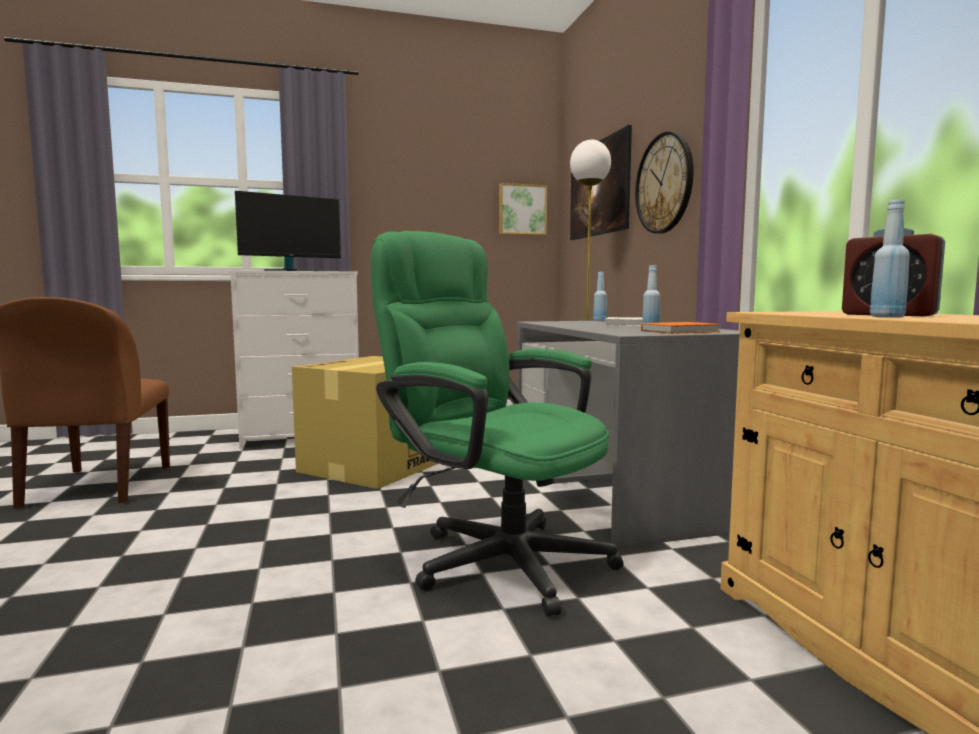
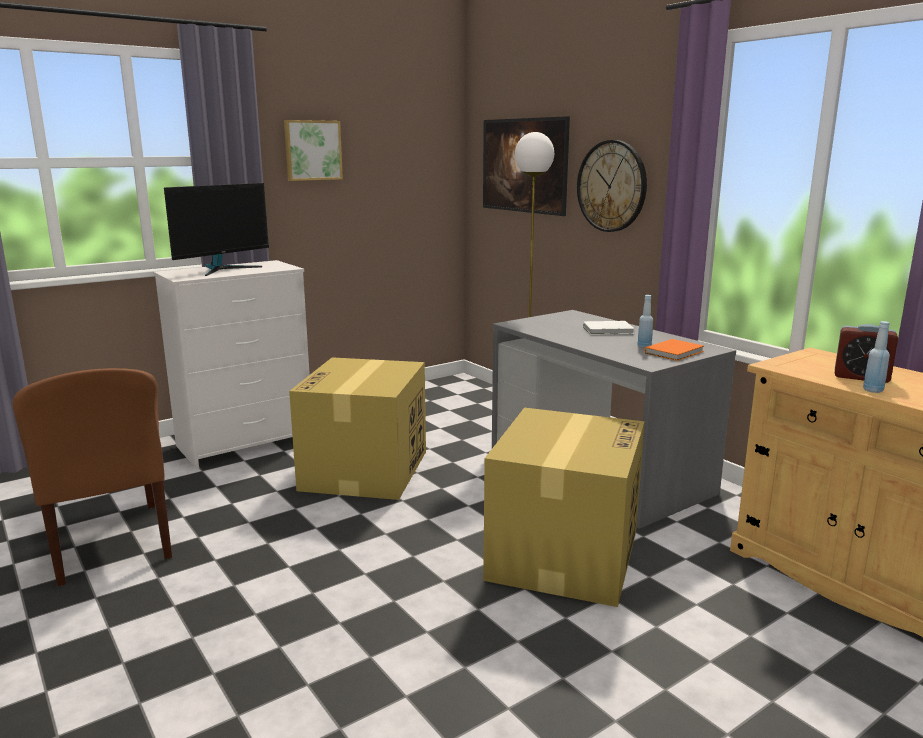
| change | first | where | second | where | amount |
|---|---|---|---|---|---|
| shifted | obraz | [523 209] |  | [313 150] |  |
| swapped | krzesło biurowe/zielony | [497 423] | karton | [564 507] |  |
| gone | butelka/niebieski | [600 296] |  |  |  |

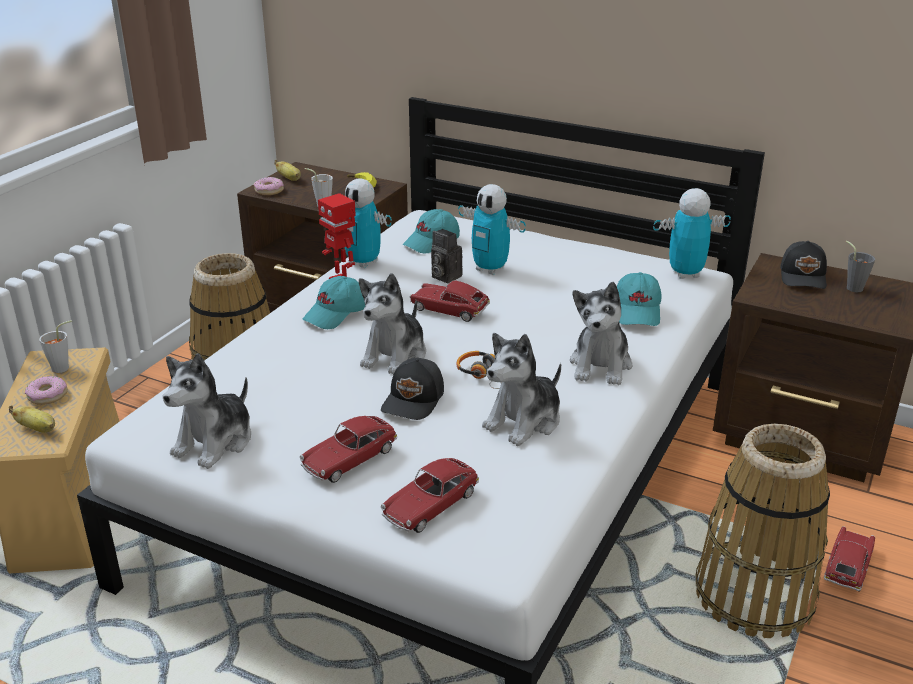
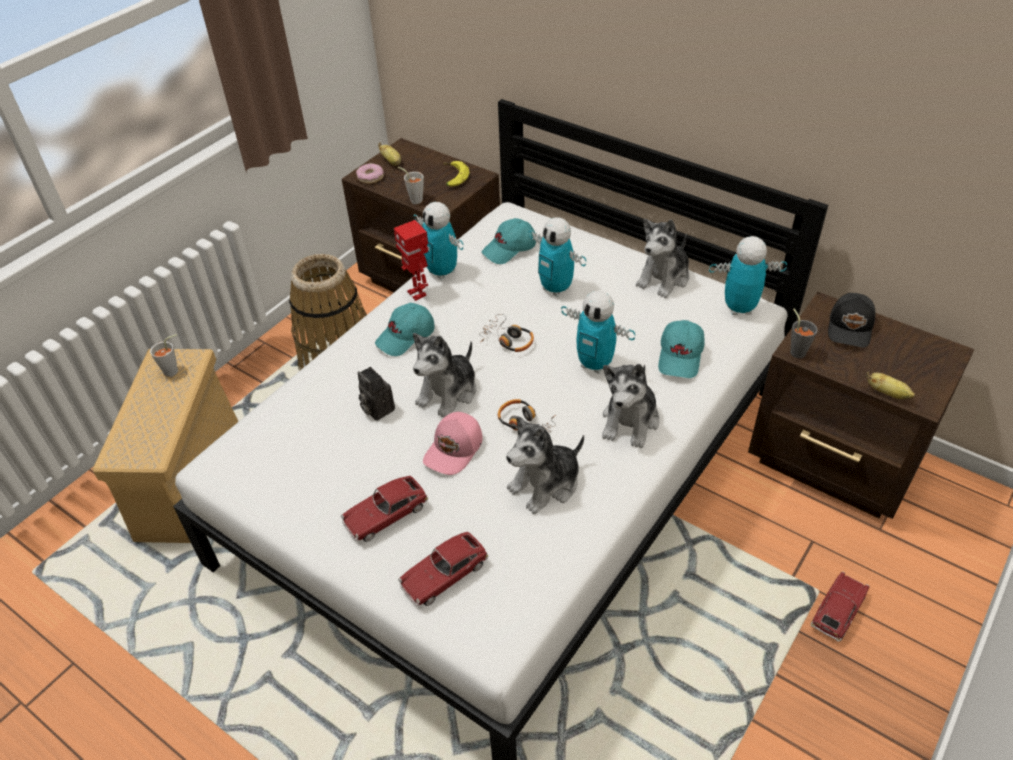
| change | first | where | second | where | amount |
|---|---|---|---|---|---|
| shifted | aparat fotograficzny | [447 256] |  | [376 394] |  |
| repainted | czapka z daszkiem/czarny | [412 389] | czapka z daszkiem/różowy | [453 443] |  |
| swapped | samochodzik | [450 301] | słuchawki | [506 333] |  |
| new |  |  | robot zabawkowy | [598 332] |  |
| shifted | pluszak | [207 411] |  | [663 258] |  |
| shifted | filiżanka/szary | [860 266] |  | [804 333] |  |
| shifted | banan | [32 419] |  | [890 385] |  |
| gone | donut | [46 390] |  |  |  |
| gone | koszyk | [762 531] |  |  |  |

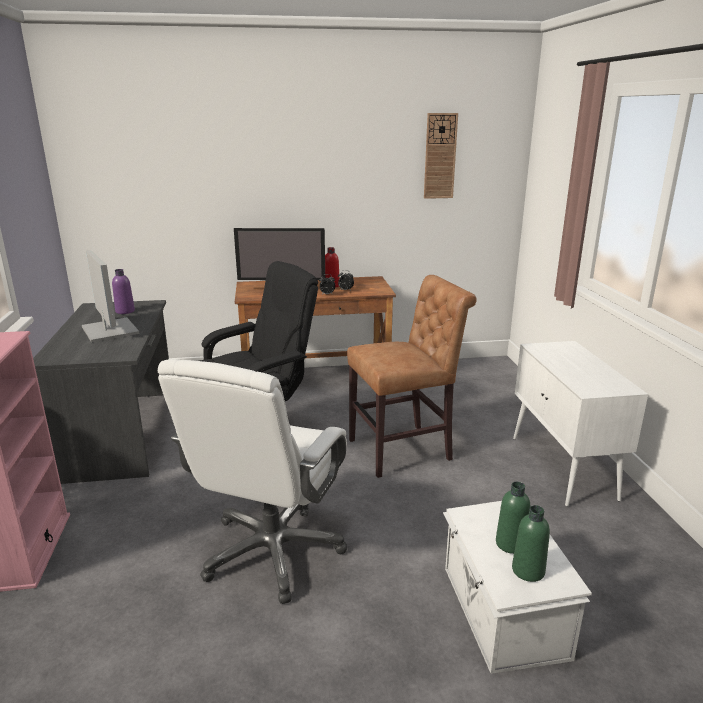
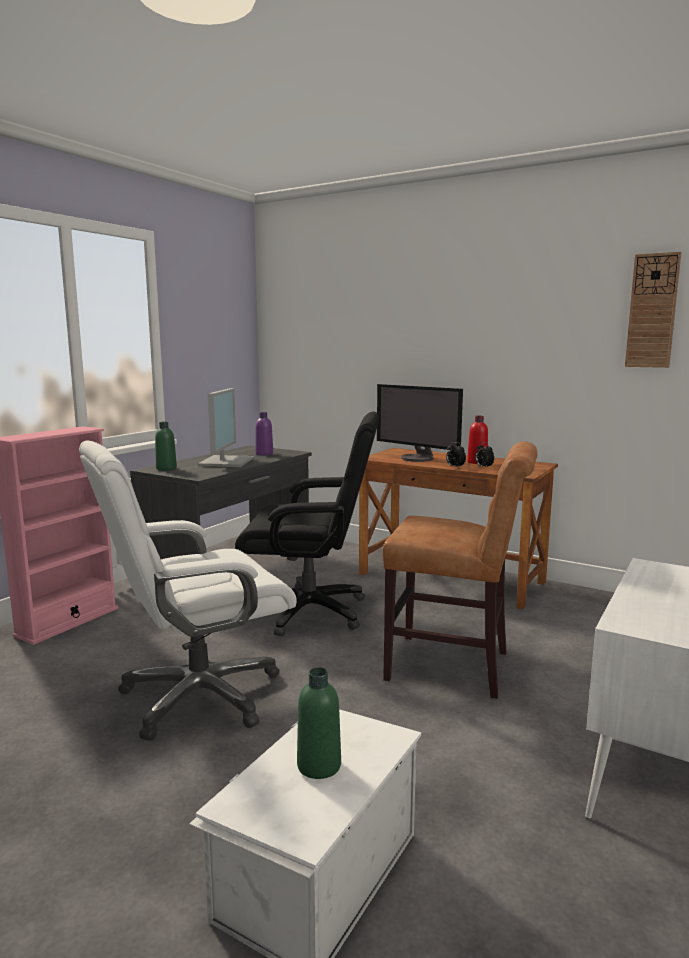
| change | first | where | second | where | amount |
|---|---|---|---|---|---|
| shifted | butelka/zielony | [531 543] |  | [166 446] |  |

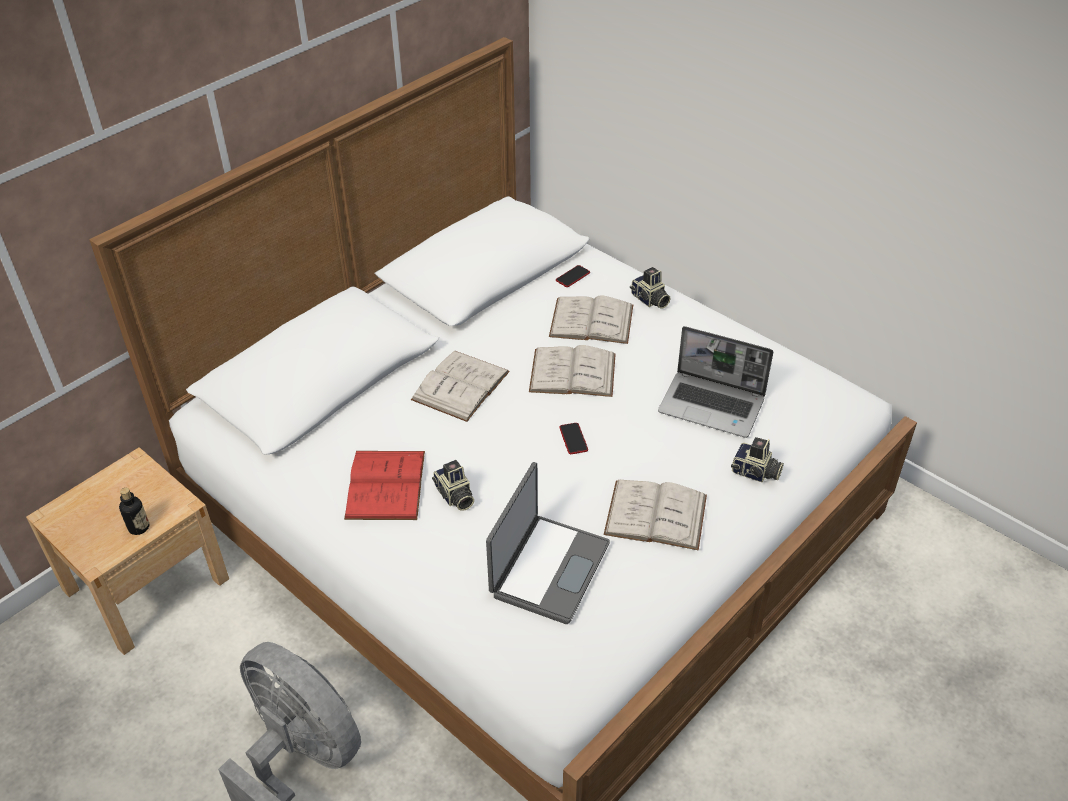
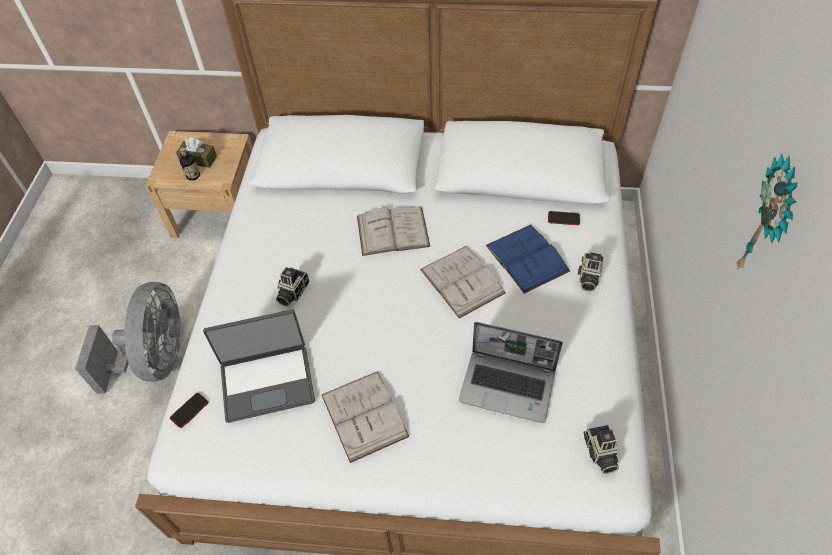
| change | first | where | second | where | amount |
|---|---|---|---|---|---|
| shifted | telefon | [573 438] |  | [189 410] |  |
| new |  |  | pudełko chusteczek/brązowy | [196 153] |  |
| rotated | laptop | [715 382] |  | [511 372] | 60 degrees counterclockwise |
| repainted | książka/biały | [591 319] | książka/niebieski | [528 259] |  |
| shifted | aparat fotograficzny | [757 460] |  | [601 449] |  |
| new |  |  | zegar ścienny | [767 211] |  |
| gone | książka/czerwony | [384 485] |  |  |  |

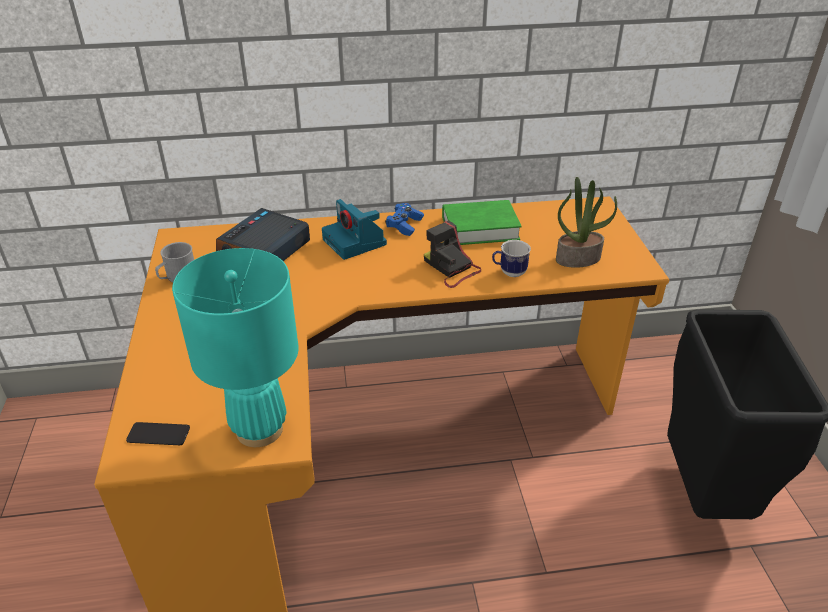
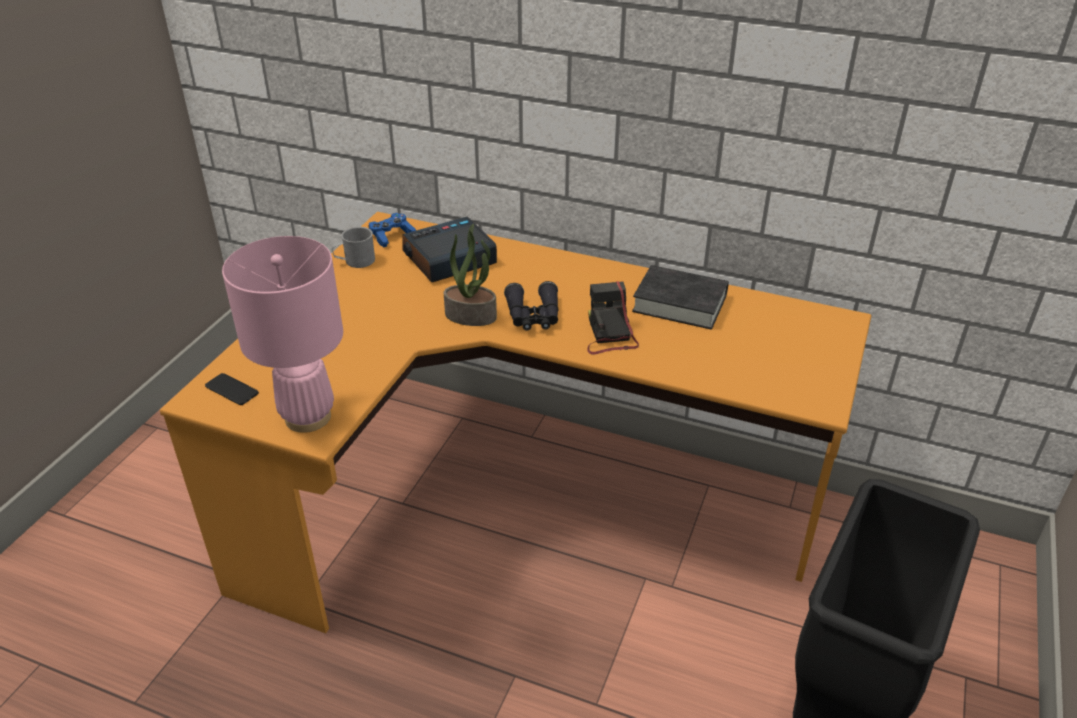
| change | first | where | second | where | amount |
|---|---|---|---|---|---|
| repainted | lampa stołowa/turkusowy | [235 347] | lampa stołowa/różowy | [282 334] |  |
| shifted | pad do gier/niebieski | [404 219] |  | [392 230] |  |
| shifted | roślina doniczkowa | [586 222] |  | [470 275] |  |
| new |  |  | lornetka/czarny | [531 306] |  |
| repainted | książka/zielony | [482 222] | książka/czarny | [680 297] |  |
| gone | aparat fotograficzny | [354 229] |  |  |  |
| gone | kubek | [511 258] |  |  |  |

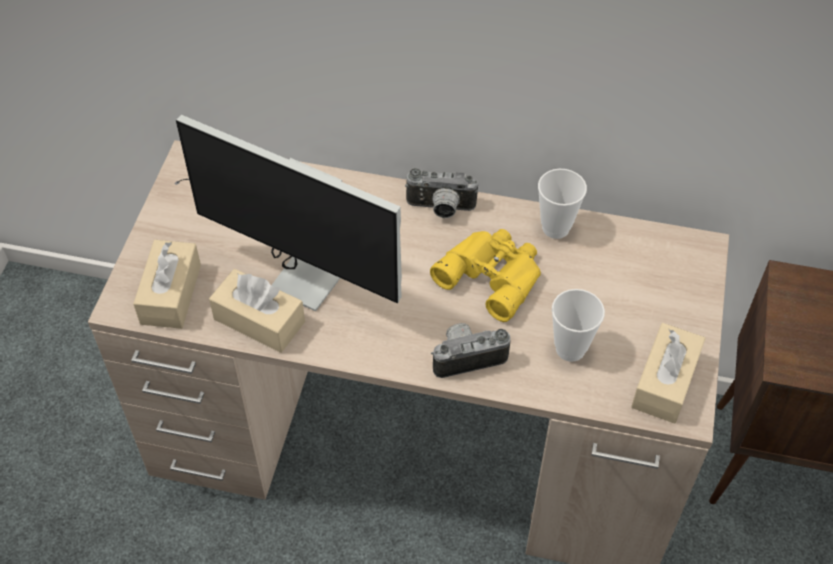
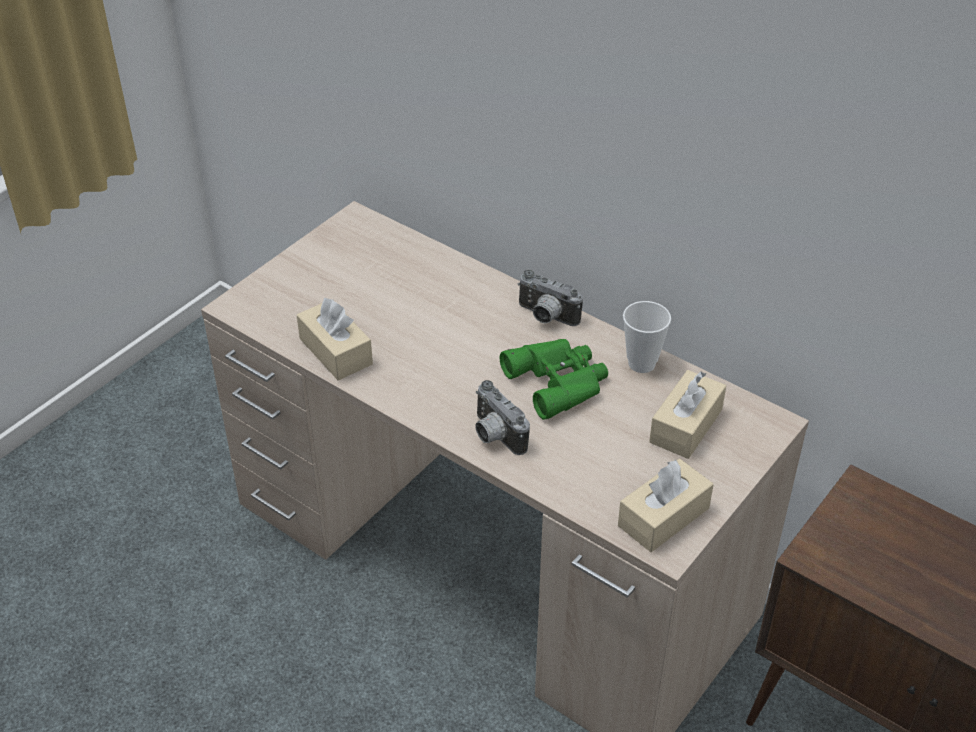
| change | first | where | second | where | amount |
|---|---|---|---|---|---|
| rotated | aparat fotograficzny | [471 350] |  | [502 417] | 135 degrees counterclockwise |
| repainted | lornetka/żółty | [485 275] | lornetka/zielony | [554 379] |  |
| shifted | pudełko chusteczek/beżowy | [167 284] |  | [687 414] |  |
| gone | monitor | [288 213] |  |  |  |
| gone | filiżanka | [578 325] |  |  |  |

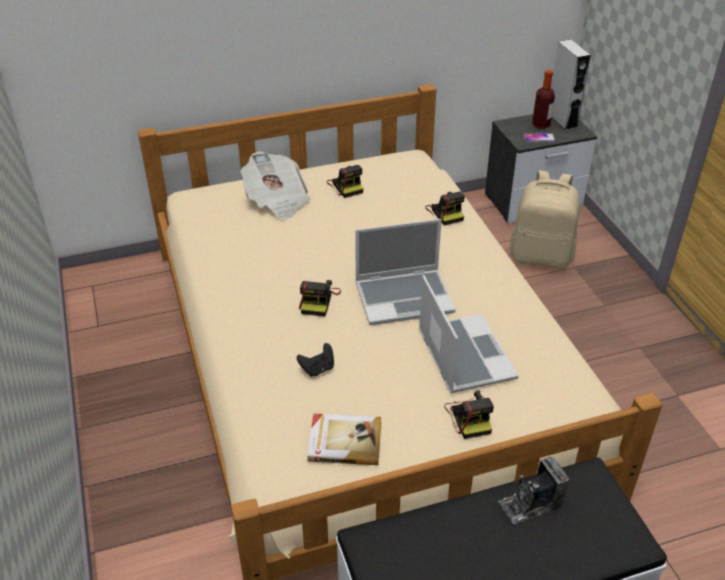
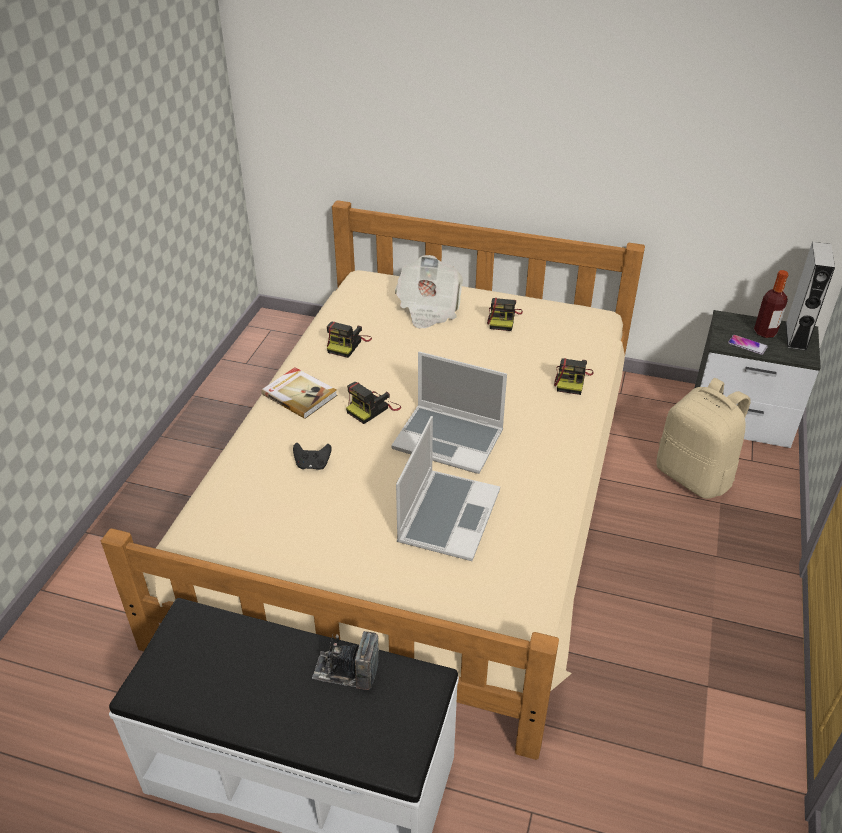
| change | first | where | second | where | amount |
|---|---|---|---|---|---|
| shifted | książka | [344 439] |  | [299 393] |  |
| shifted | aparat fotograficzny | [469 415] |  | [349 340] |  |

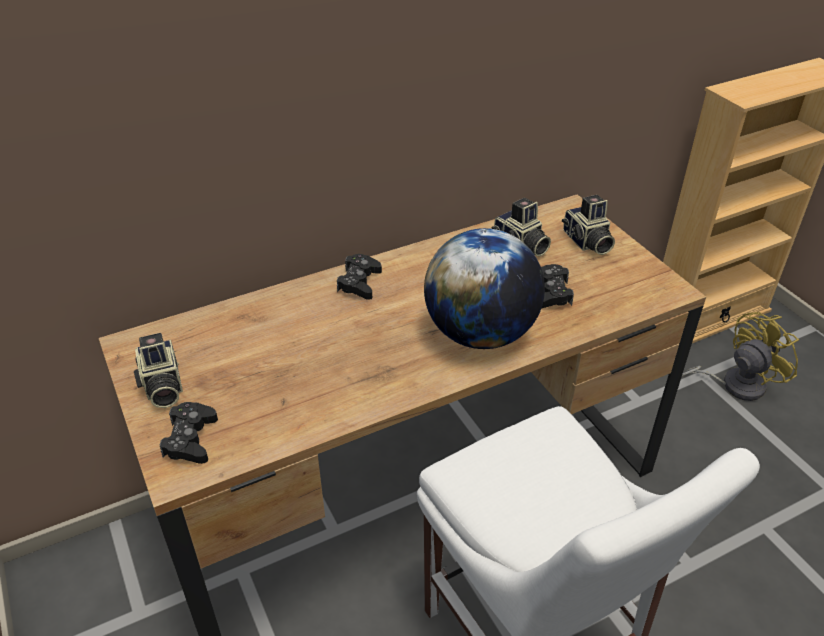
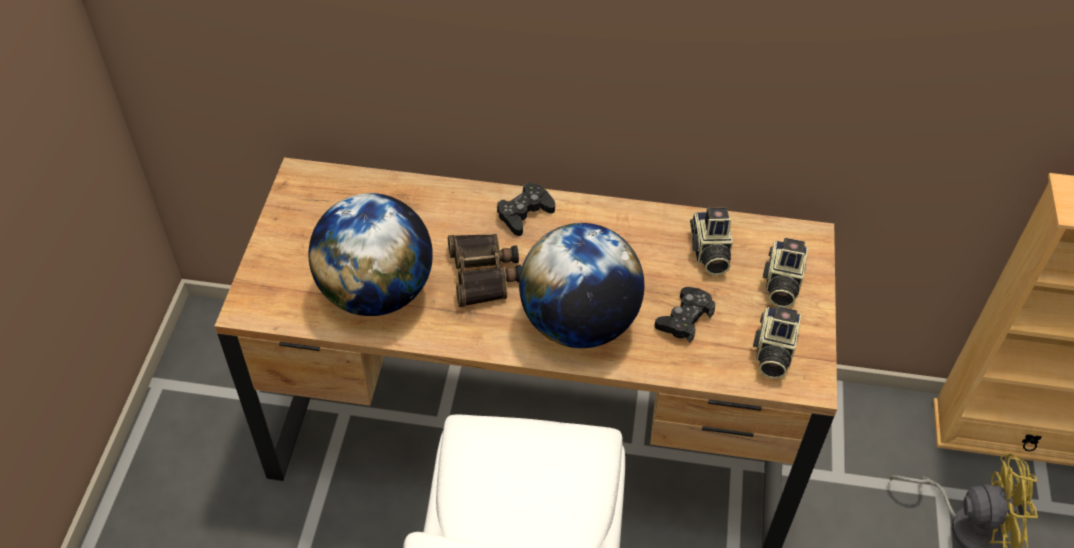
| change | first | where | second | where | amount |
|---|---|---|---|---|---|
| new |  |  | globus | [371 254] |  |
| new |  |  | lornetka | [485 270] |  |
| shifted | aparat fotograficzny | [158 370] |  | [777 342] |  |
| gone | pad do gier/czarny | [189 433] |  |  |  |

